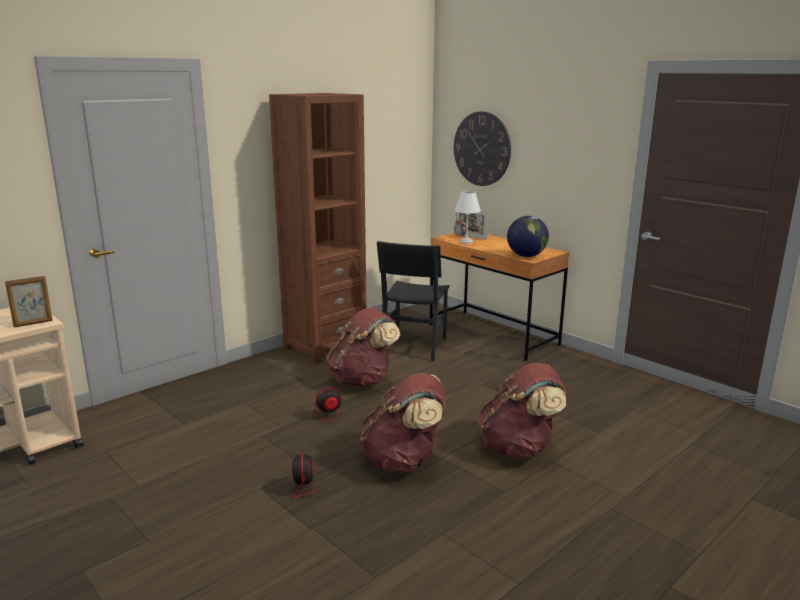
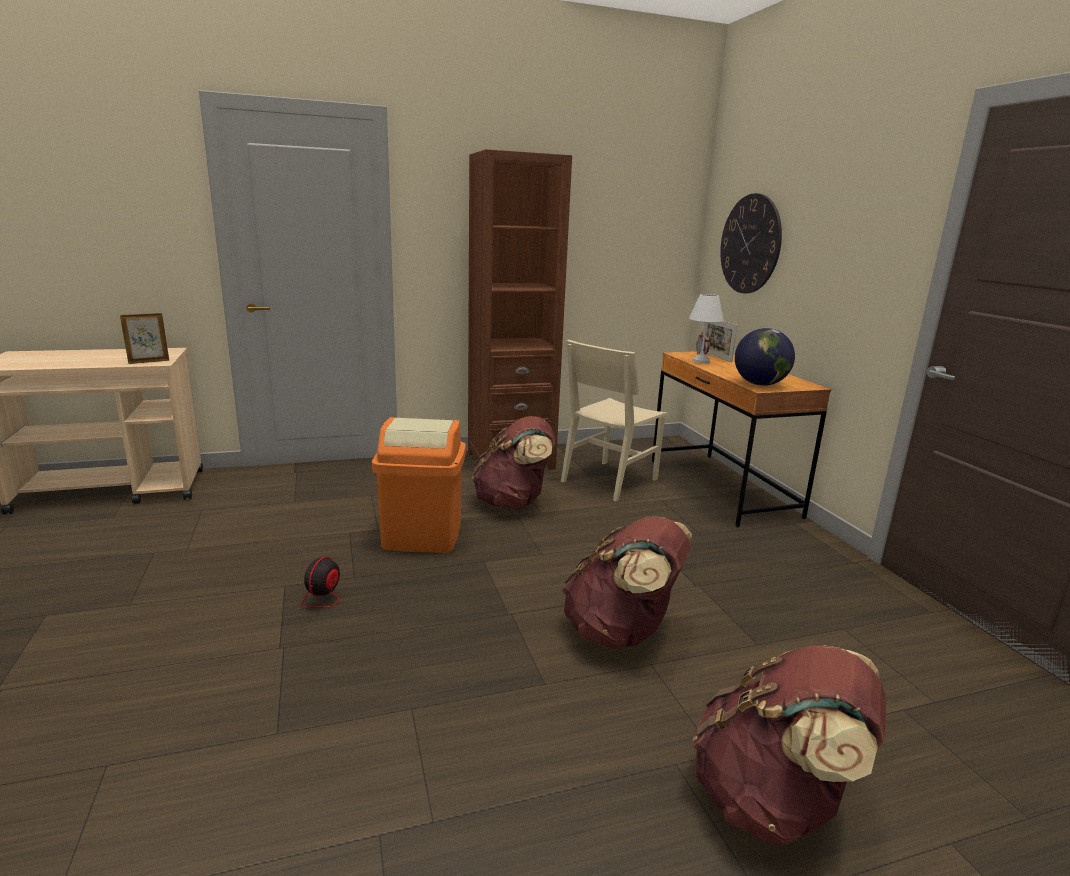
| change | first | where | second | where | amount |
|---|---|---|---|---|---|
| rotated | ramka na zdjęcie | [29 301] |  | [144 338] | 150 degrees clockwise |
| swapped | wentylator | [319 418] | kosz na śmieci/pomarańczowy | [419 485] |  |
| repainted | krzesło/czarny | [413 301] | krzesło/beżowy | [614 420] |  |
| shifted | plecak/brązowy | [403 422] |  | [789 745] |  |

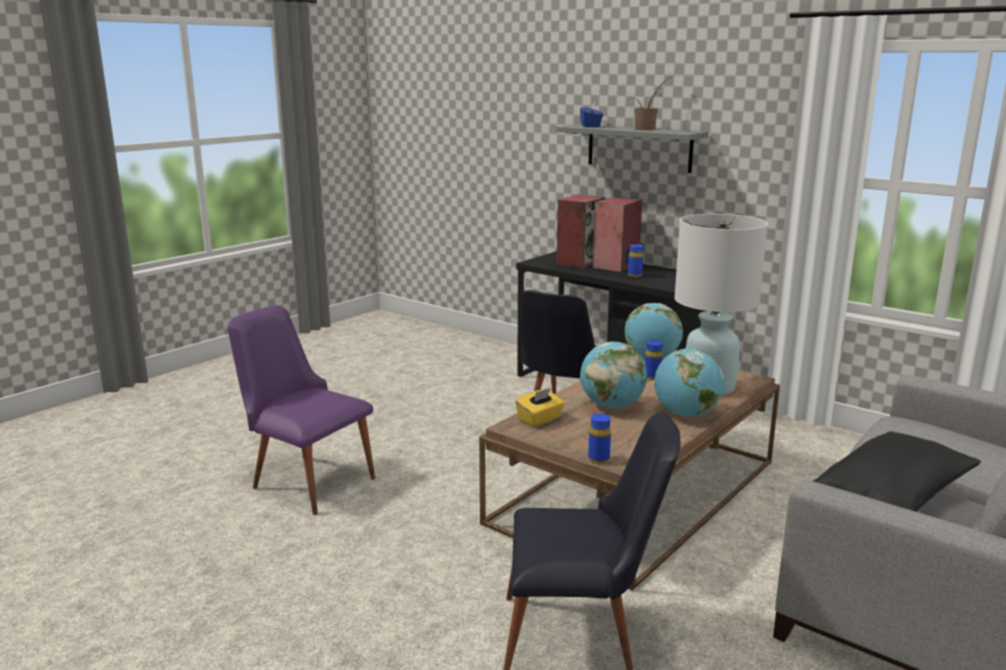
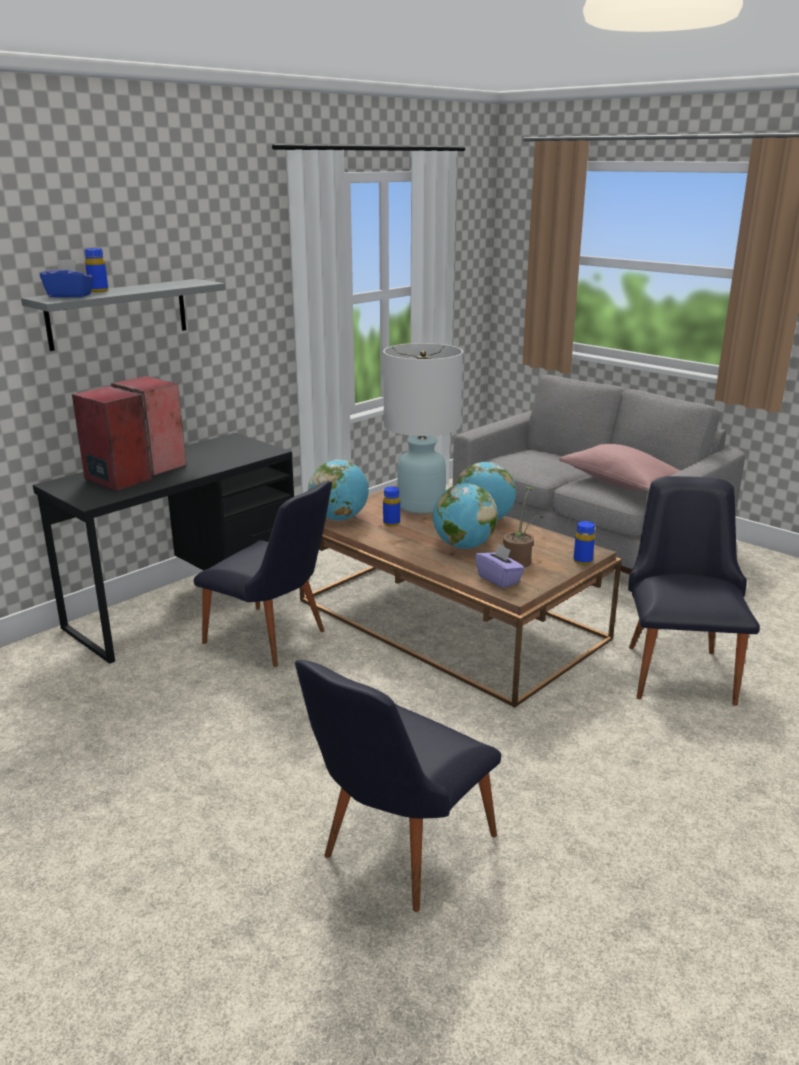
| change | first | where | second | where | amount |
|---|---|---|---|---|---|
| shifted | butelka/niebieski | [635 260] |  | [96 270] |  |
| repainted | krzesło/fioletowy | [301 410] | krzesło/czarny | [398 786] |  |
| repainted | pudełko chusteczek/żółty | [540 407] | pudełko chusteczek/fioletowy | [500 565] |  |
| shifted | roślina doniczkowa | [655 103] |  | [523 527] |  |
| repainted | poduszka/czarny | [897 471] | poduszka/różowy | [619 467] |  |

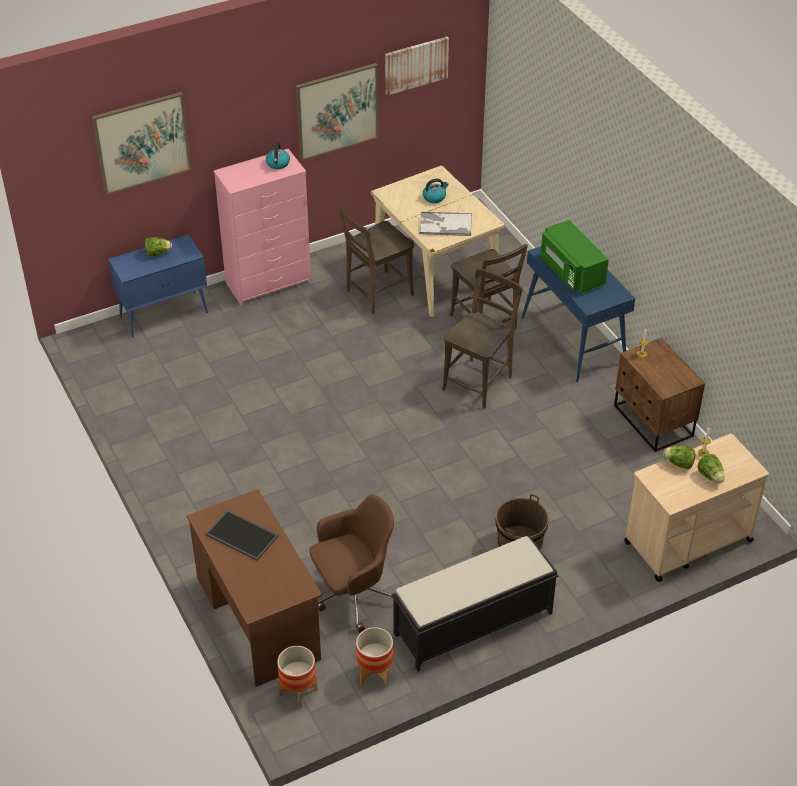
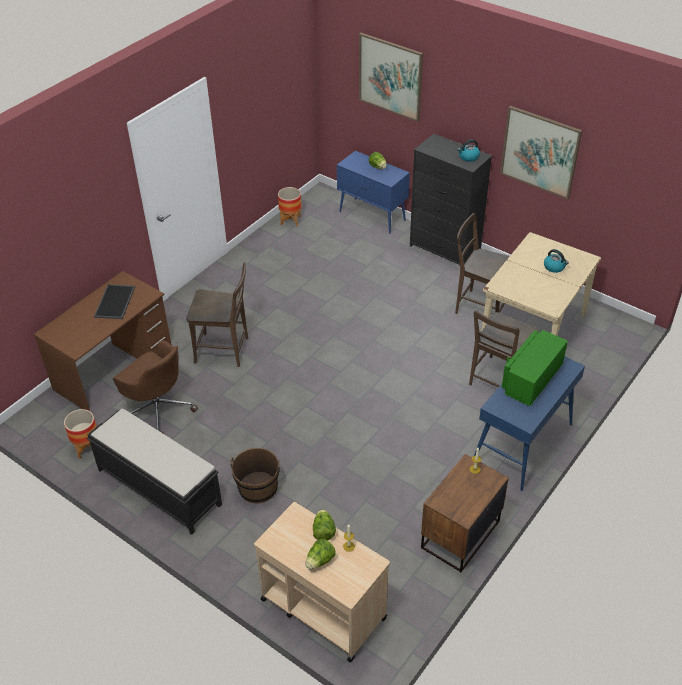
| change | first | where | second | where | amount |
|---|---|---|---|---|---|
| shifted | krzesło/brązowy | [482 338] |  | [217 314] |  |
| shifted | donica | [297 677] |  | [289 206] |  |
| repainted | komoda/różowy | [262 227] | komoda/czarny | [451 199] |  |
| gone | obraz | [417 66] |  |  |  |
| gone | taca | [445 224] |  |  |  |

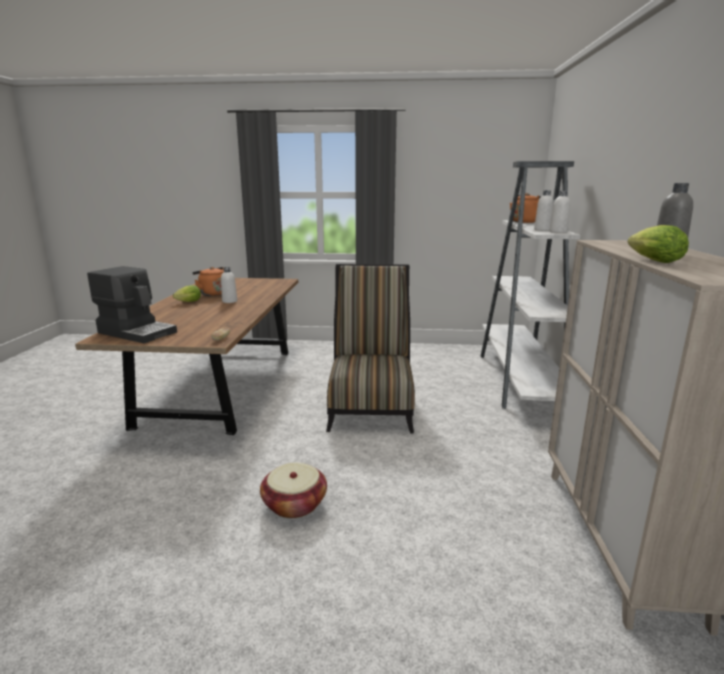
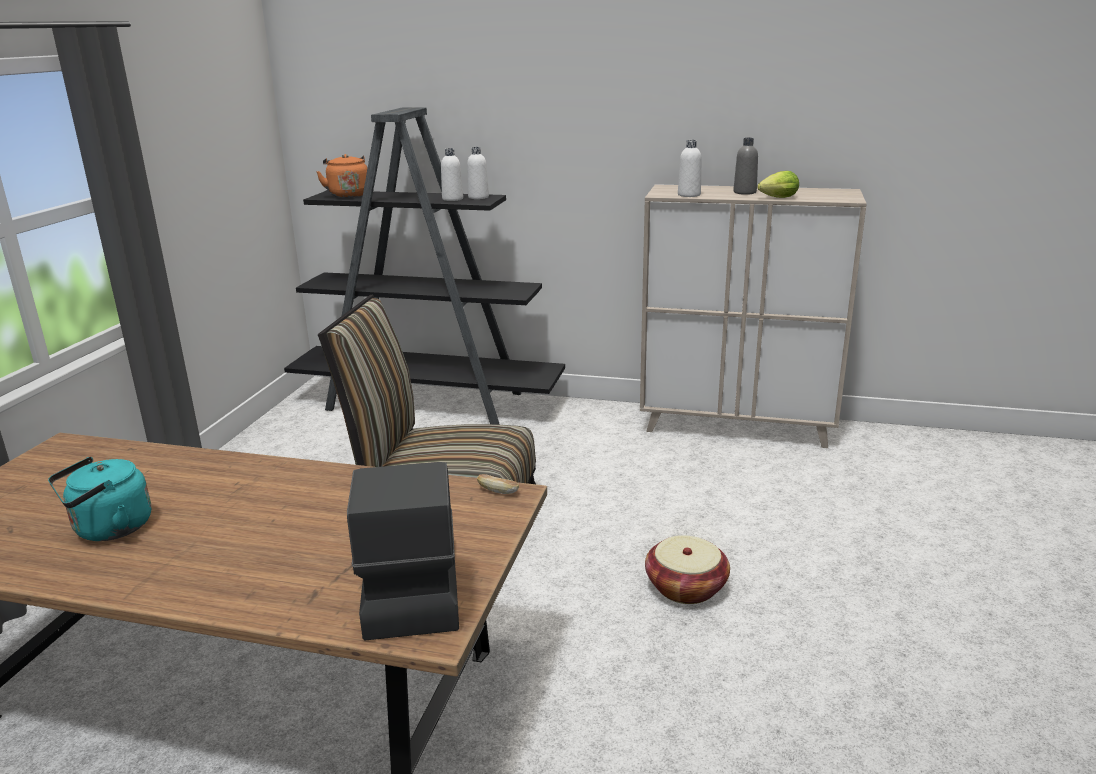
| change | first | where | second | where | amount |
|---|---|---|---|---|---|
| repainted | czajnik/pomarańczowy | [208 281] | czajnik/turkusowy | [99 499] |  |
| repainted | regał/biały | [530 285] | regał/czarny | [424 266] |  |
| rotated | ekspres do kawy | [132 305] |  | [403 551] | 45 degrees counterclockwise |
| shifted | butelka/biały | [229 285] |  | [689 168] |  |
| gone | sałata | [187 293] |  |  |  |

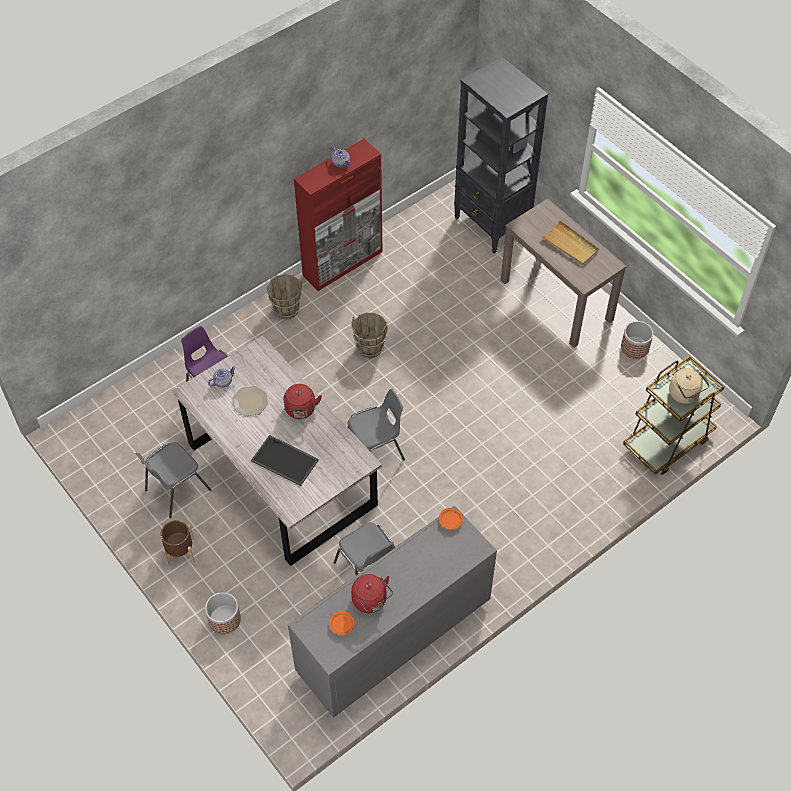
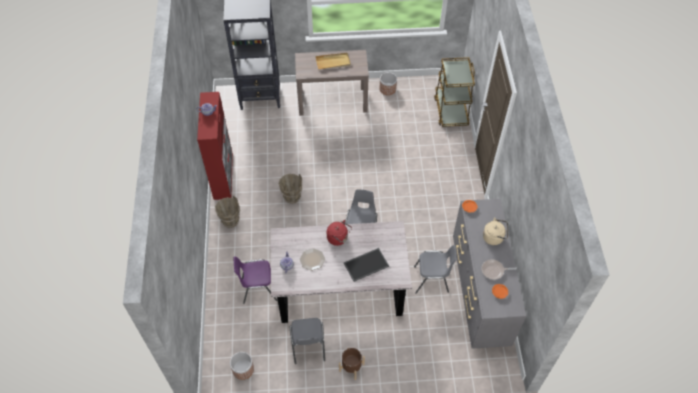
| change | first | where | second | where | amount |
|---|---|---|---|---|---|
| shifted | donica | [223 613] |  | [242 366] |  |
| swapped | czajnik/czerwony | [372 593] | patelnia | [499 269] |  |
| shifted | czajnik/beżowy | [689 386] |  | [495 231] |  |

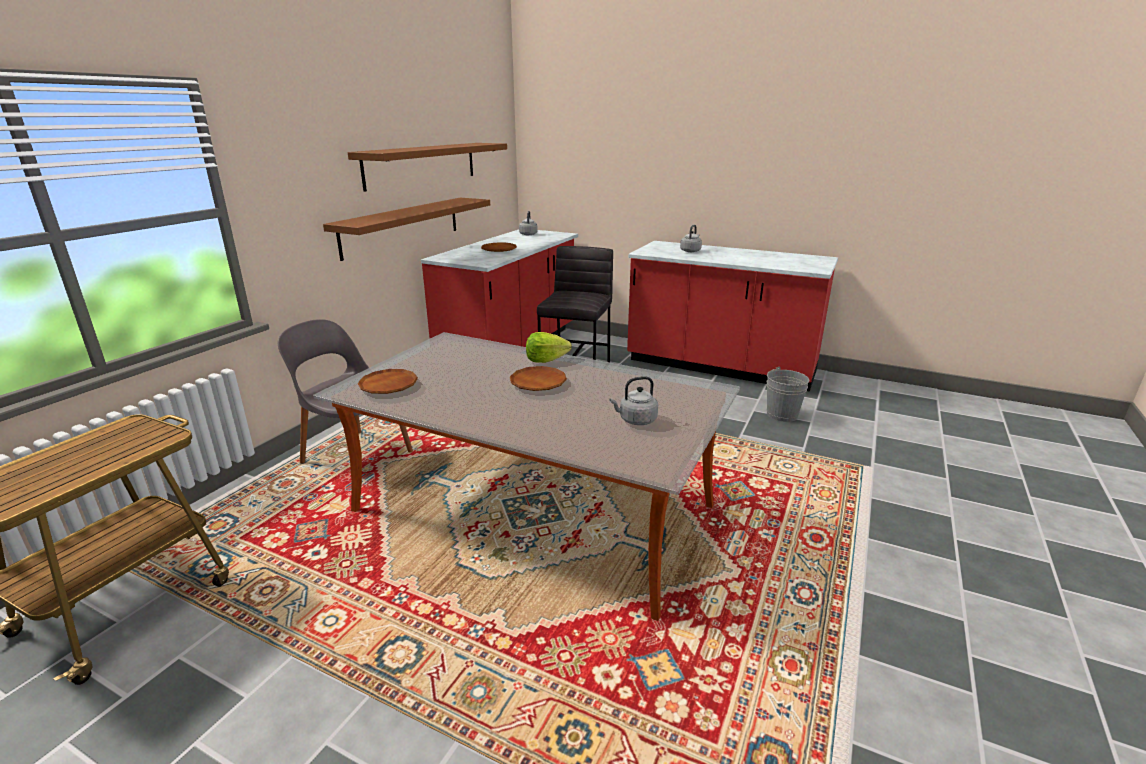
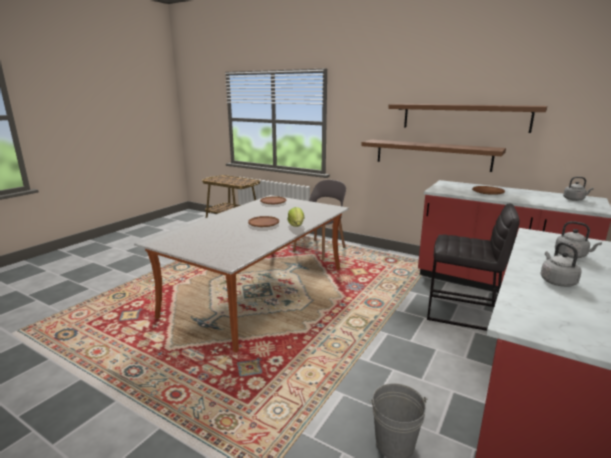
| change | first | where | second | where | amount |
|---|---|---|---|---|---|
| shifted | czajnik/szary | [633 400] |  | [561 264] |  |

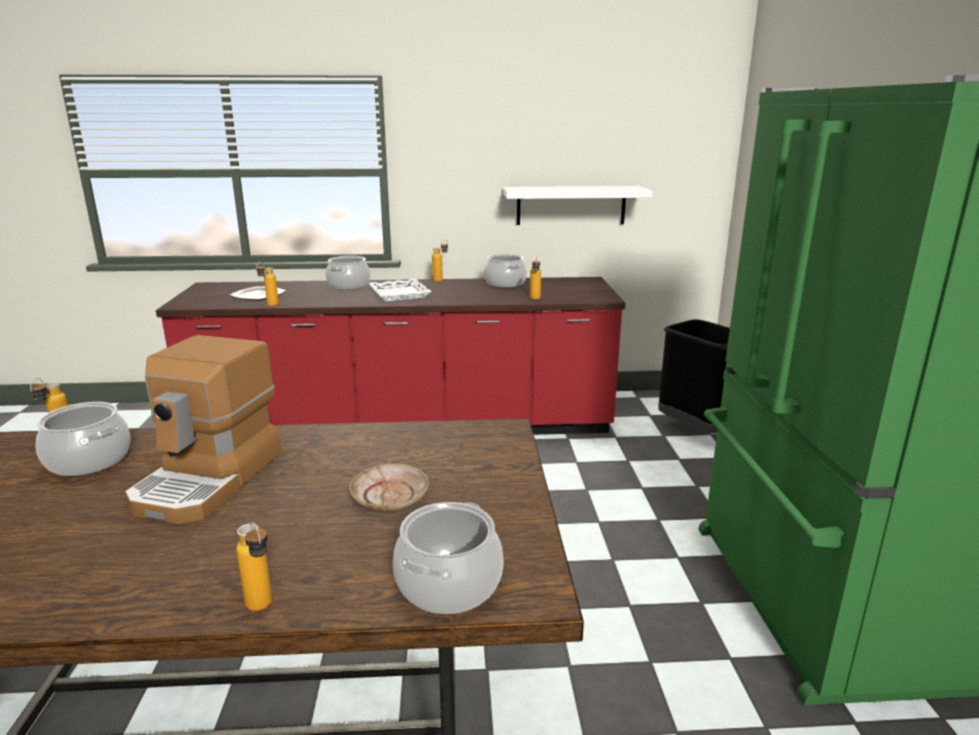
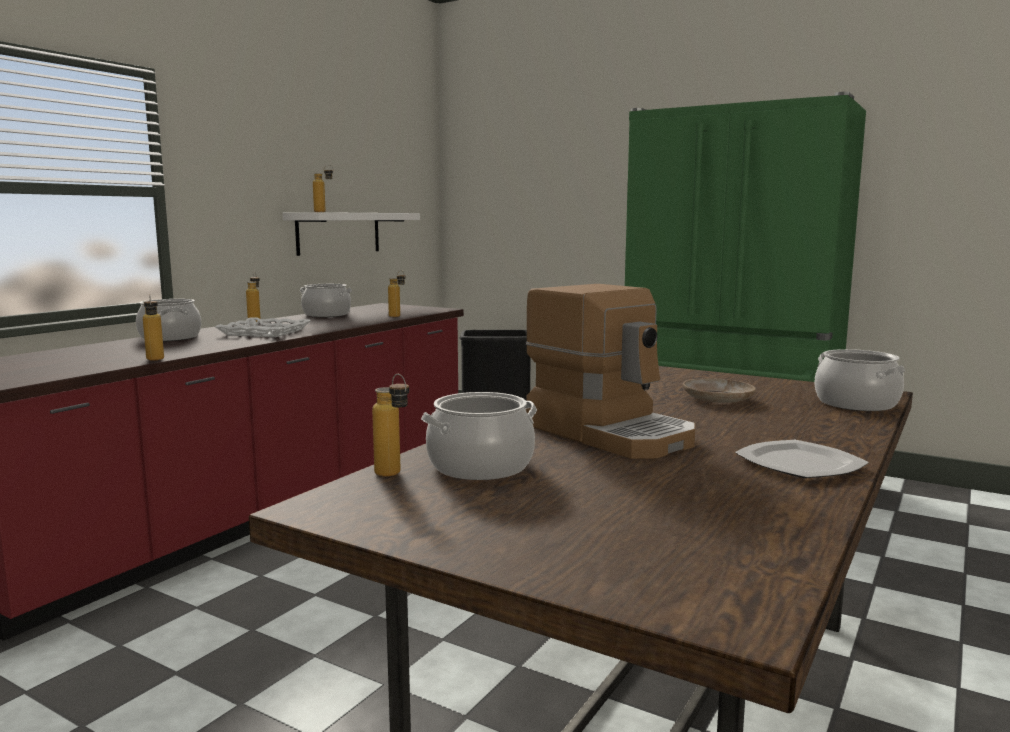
| change | first | where | second | where | amount |
|---|---|---|---|---|---|
| shifted | butelka | [254 566] |  | [323 188] |  |
| shifted | talerz | [258 293] |  | [802 459] |  |

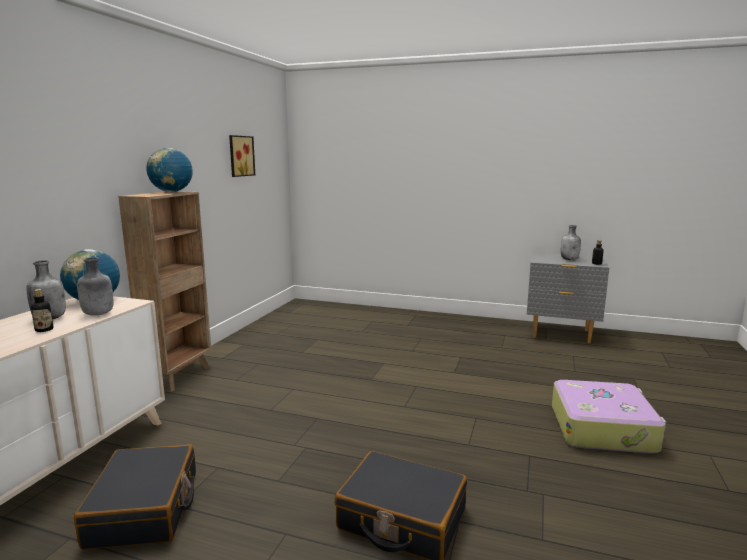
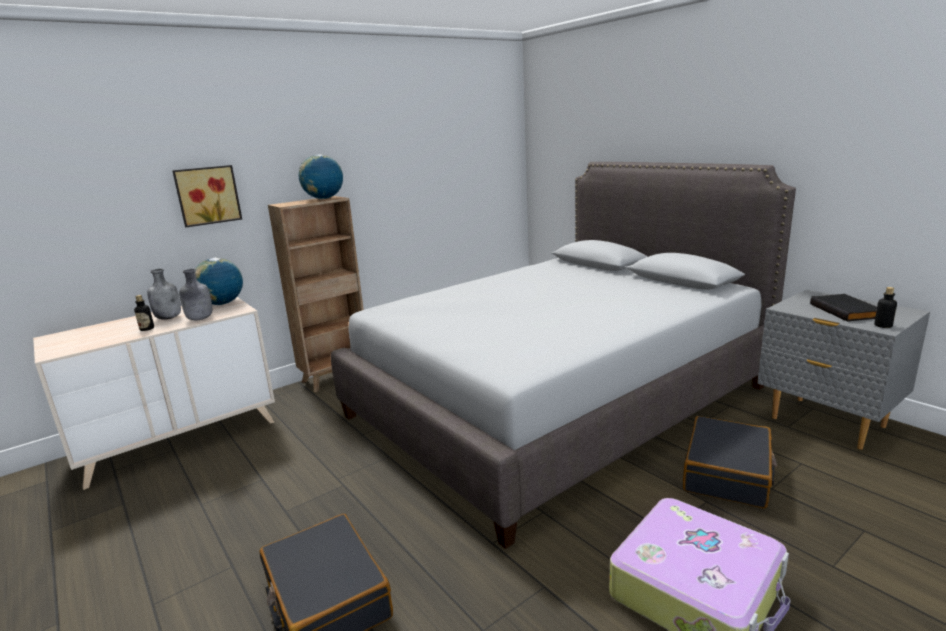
| change | first | where | second | where | amount |
|---|---|---|---|---|---|
| shifted | obraz | [242 156] |  | [207 196] |  |
| new |  |  | łóżko/szary | [563 355] |  |
| shifted | walizka/czarny | [135 496] |  | [730 462] |  |
| swapped | butelka/szary | [571 242] | książka/czarny | [843 308] |  |

